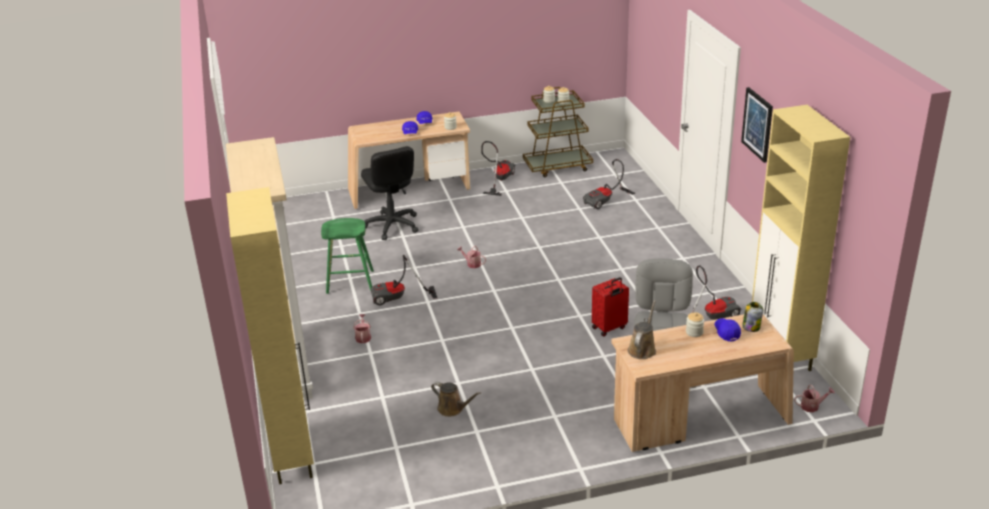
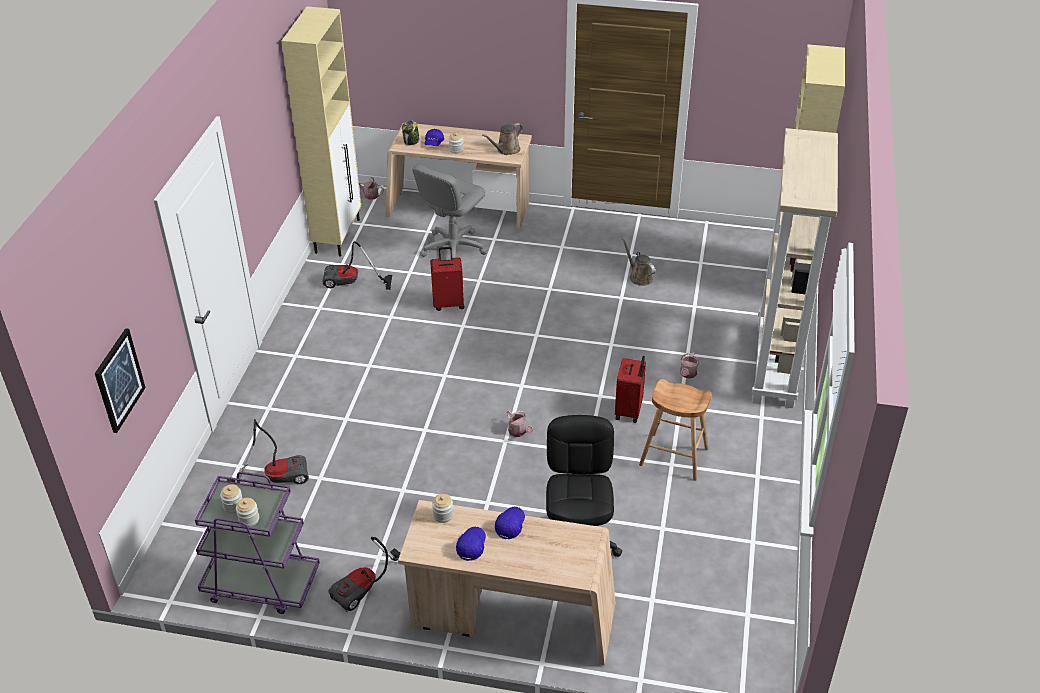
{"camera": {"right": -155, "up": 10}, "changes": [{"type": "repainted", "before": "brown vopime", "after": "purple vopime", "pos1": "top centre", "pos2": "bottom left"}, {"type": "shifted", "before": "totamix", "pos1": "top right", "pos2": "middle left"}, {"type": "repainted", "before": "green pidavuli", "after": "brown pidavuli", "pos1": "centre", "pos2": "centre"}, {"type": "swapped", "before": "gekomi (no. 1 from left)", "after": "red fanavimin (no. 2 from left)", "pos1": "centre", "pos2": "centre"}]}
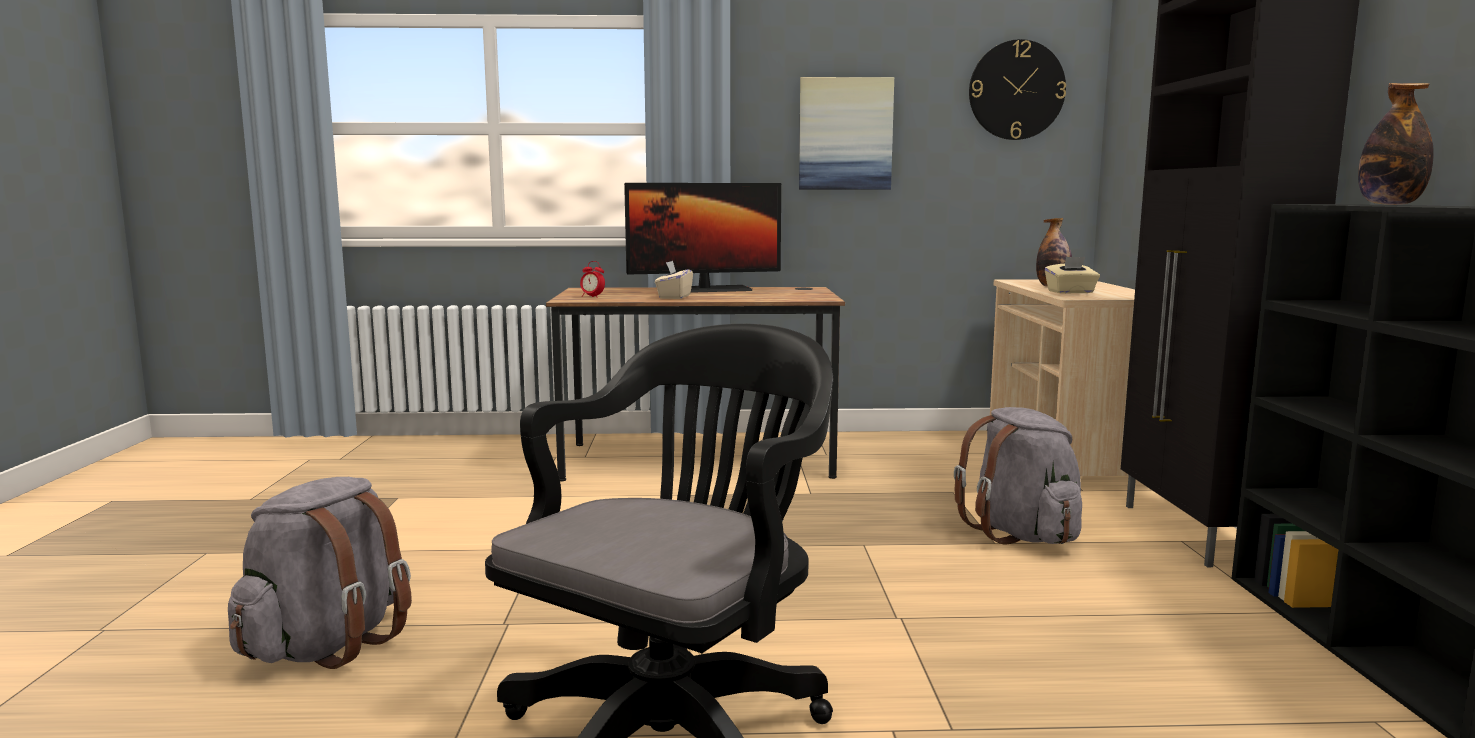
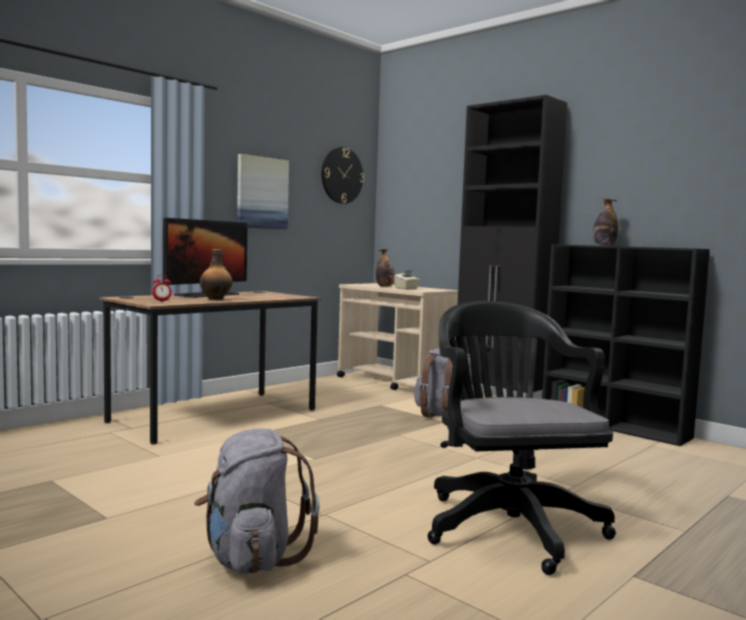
{"camera": {"right": -45, "up": -5}, "changes": [{"type": "swapped", "before": "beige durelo (no. 1 from left)", "after": "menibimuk (no. 1 from left)", "pos1": "centre", "pos2": "middle left"}]}
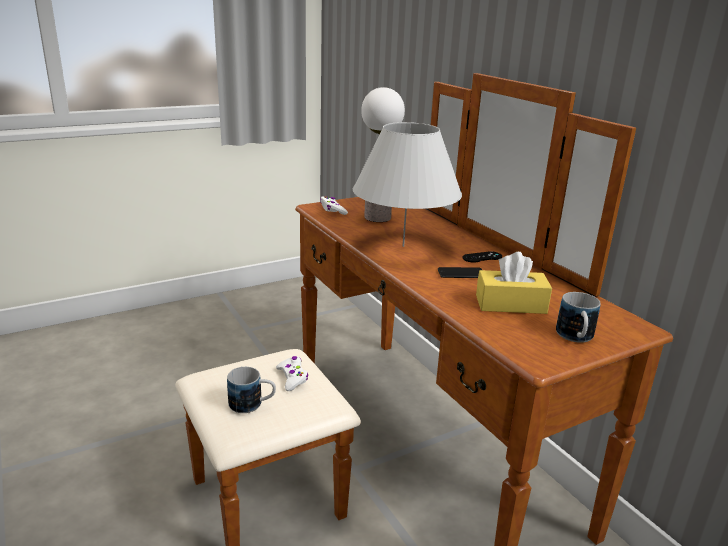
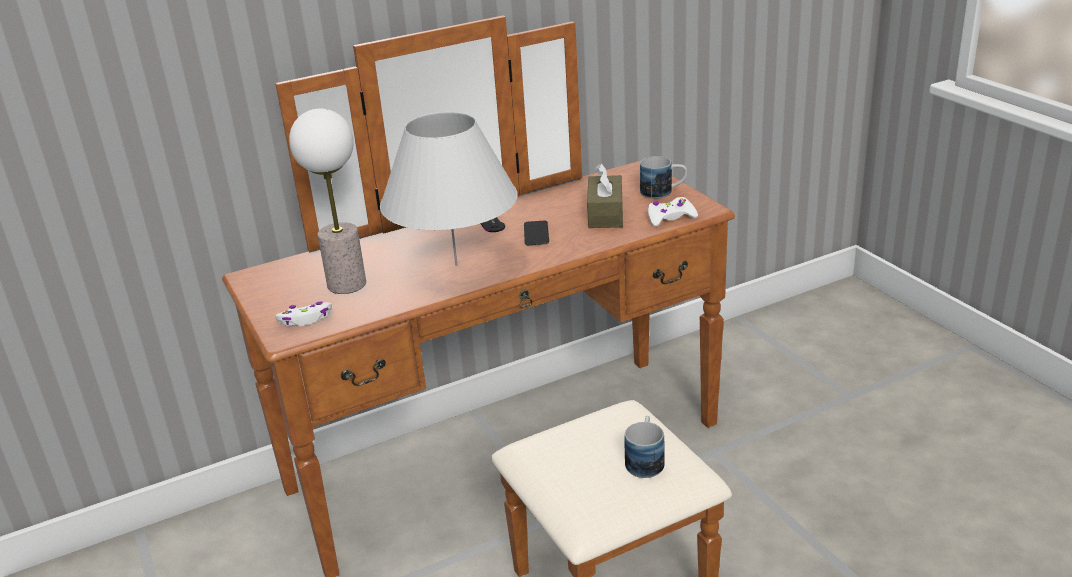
{"camera": {"right": -85, "up": 5}, "changes": [{"type": "repainted", "before": "yellow durelo", "after": "brown durelo", "pos1": "middle right", "pos2": "centre"}, {"type": "shifted", "before": "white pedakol (no. 1 from left in the first image)", "after": "white pedakol (no. 2 from left)", "pos1": "bottom centre", "pos2": "centre"}]}
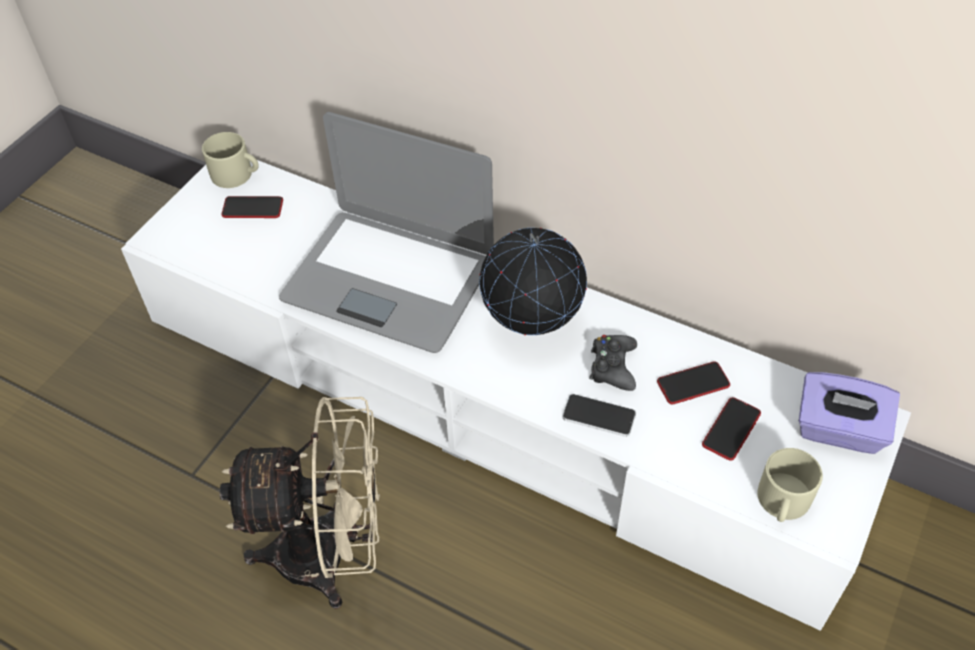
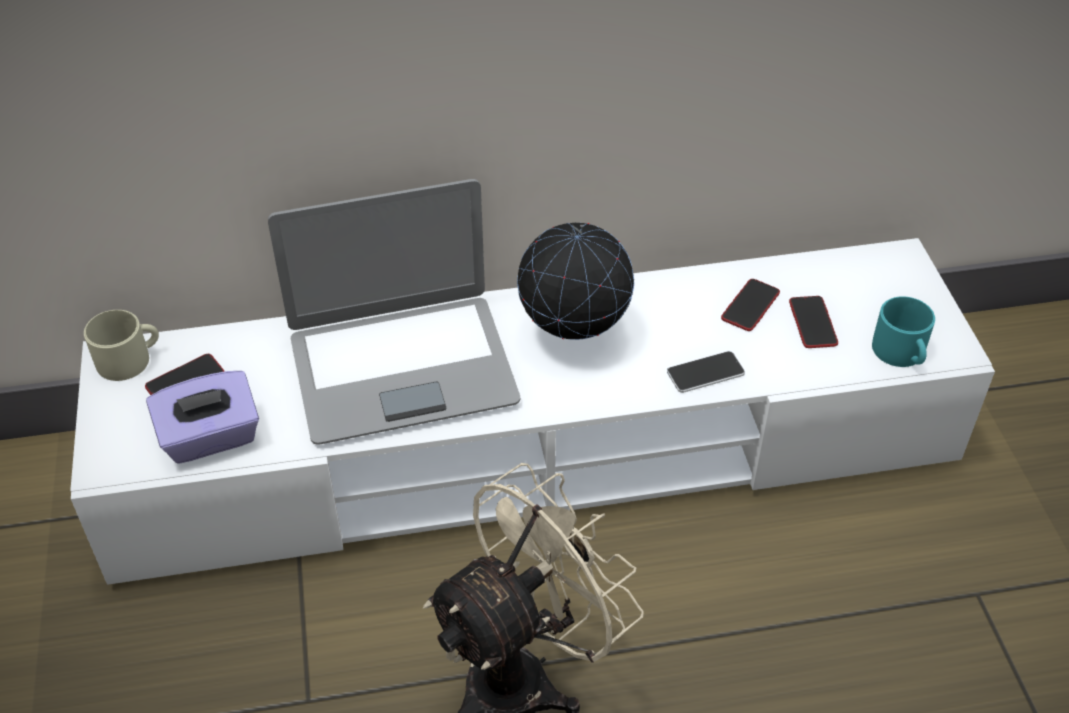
{"camera": {"right": -40, "up": -5}, "changes": [{"type": "gone", "before": "black pedakol", "pos1": "centre"}, {"type": "shifted", "before": "purple durelo", "pos1": "middle right", "pos2": "middle left"}, {"type": "repainted", "before": "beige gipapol (no. 2 from left)", "after": "turquoise gipapol", "pos1": "bottom right", "pos2": "middle right"}]}
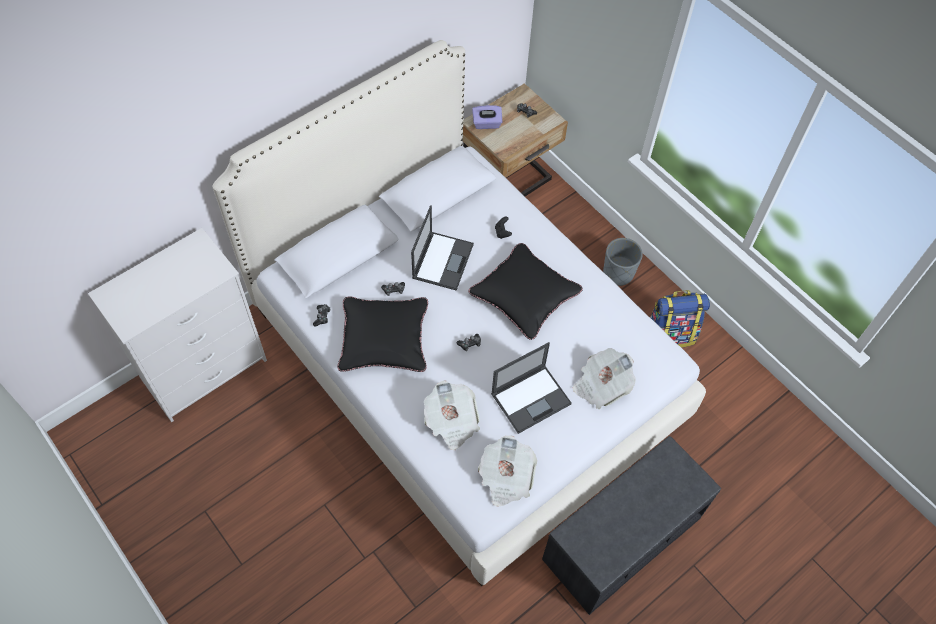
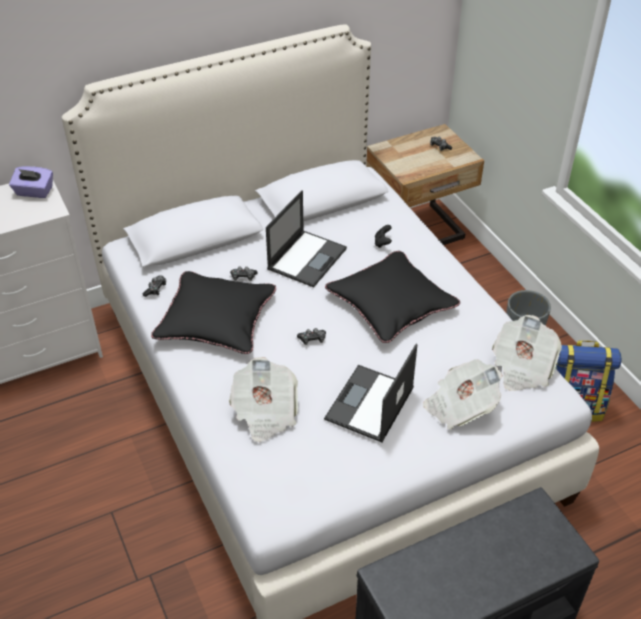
{"camera": {"right": 15, "up": -15}, "changes": [{"type": "shifted", "before": "purple durelo", "pos1": "top centre", "pos2": "top left"}, {"type": "rotated", "before": "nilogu (no. 2 from left)", "pos1": "centre", "pos2": "centre", "turn": 135}, {"type": "shifted", "before": "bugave (no. 2 from left in the first image)", "after": "bugave (no. 3 from left)", "pos1": "bottom centre", "pos2": "middle right"}]}
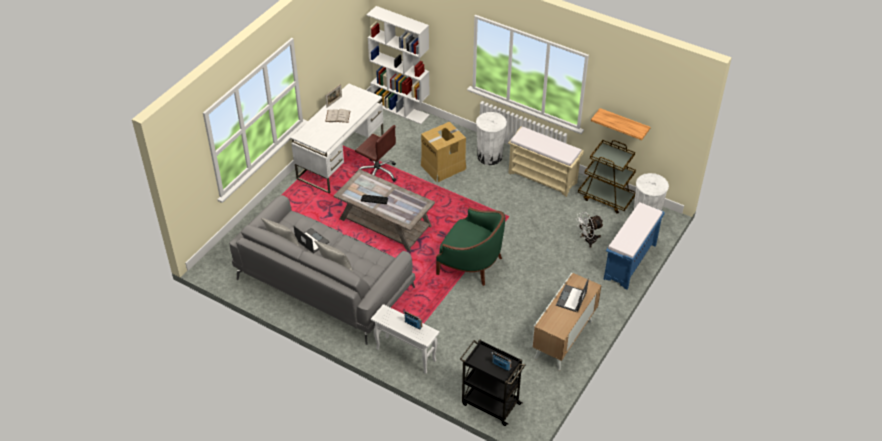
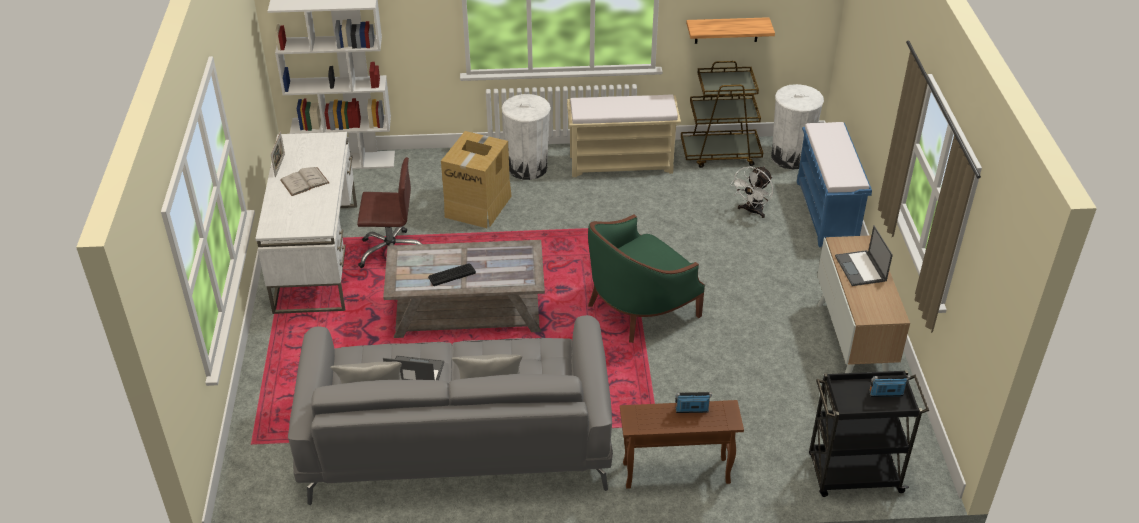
{"camera": {"right": -35, "up": -5}, "changes": [{"type": "rotated", "before": "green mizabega", "pos1": "centre", "pos2": "centre", "turn": 150}, {"type": "repainted", "before": "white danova", "after": "brown danova", "pos1": "bottom centre", "pos2": "bottom centre"}]}
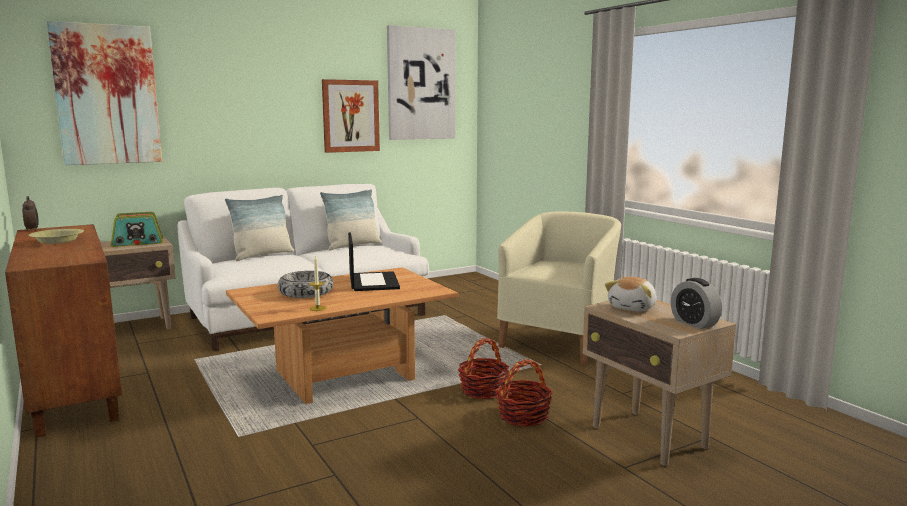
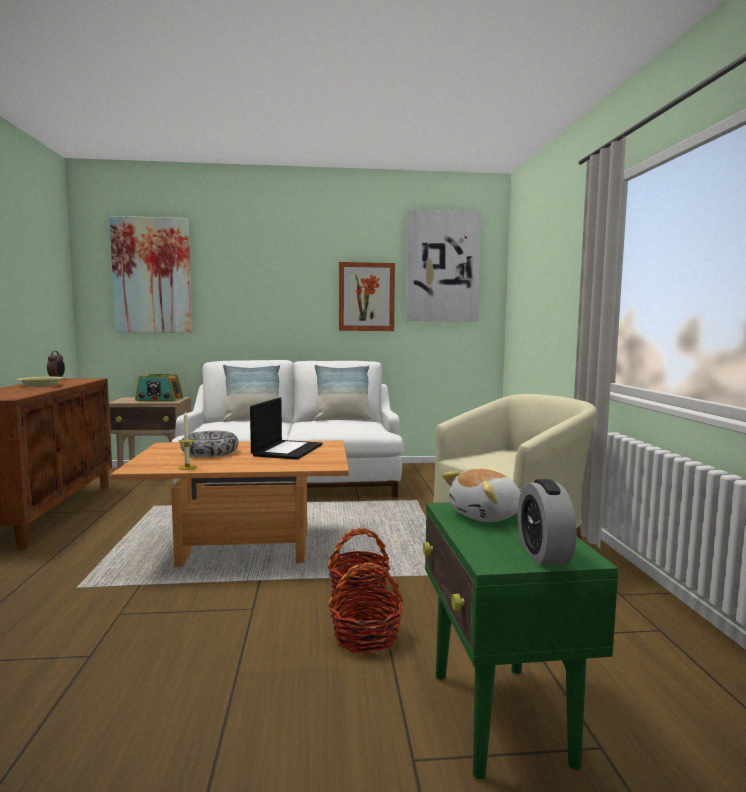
{"camera": {"right": 25, "up": -5}, "changes": [{"type": "repainted", "before": "beige danova (no. 2 from left)", "after": "green danova", "pos1": "bottom right", "pos2": "bottom right"}]}
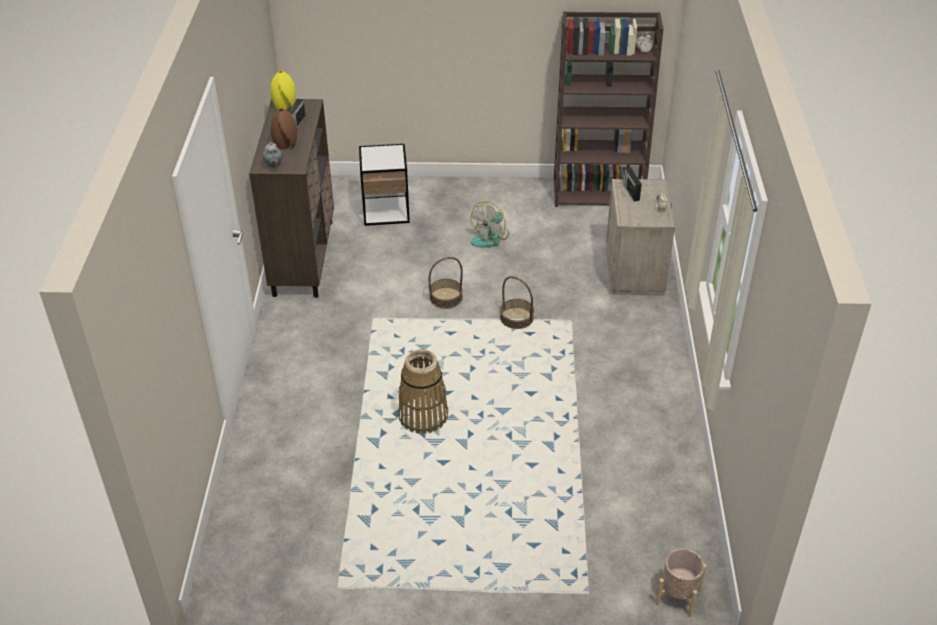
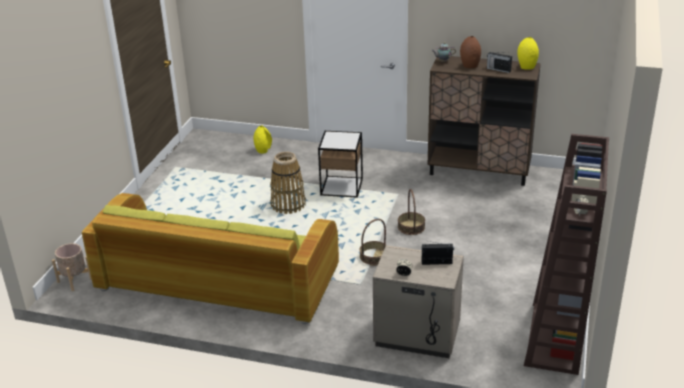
{"camera": {"right": 105, "up": -10}, "changes": [{"type": "shifted", "before": "danova", "pos1": "top centre", "pos2": "centre"}, {"type": "gone", "before": "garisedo", "pos1": "centre"}, {"type": "new", "after": "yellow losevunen (no. 1 from left)", "pos2": "centre"}, {"type": "new", "after": "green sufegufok", "pos2": "middle left"}]}
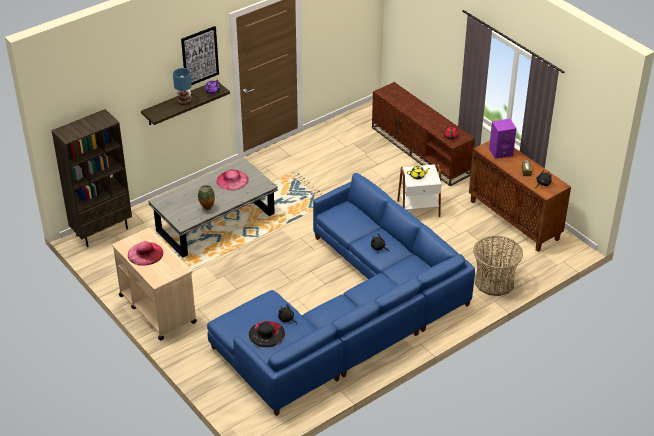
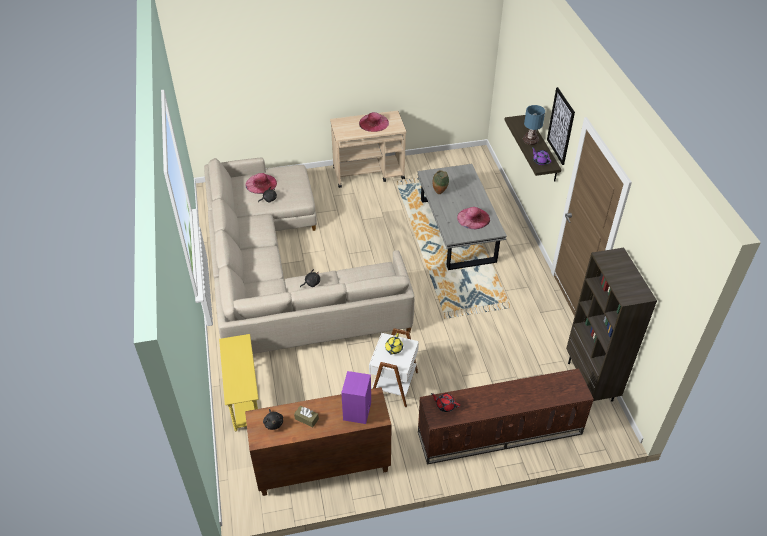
{"camera": {"right": 115, "up": 5}, "changes": [{"type": "shifted", "before": "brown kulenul", "pos1": "middle left", "pos2": "middle right"}, {"type": "repainted", "before": "blue sufegufok", "after": "beige sufegufok", "pos1": "bottom centre", "pos2": "centre"}, {"type": "swapped", "before": "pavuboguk", "after": "yellow danova", "pos1": "middle right", "pos2": "bottom left"}, {"type": "repainted", "before": "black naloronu", "after": "pink naloronu (no. 1 from left)", "pos1": "bottom centre", "pos2": "centre"}]}
